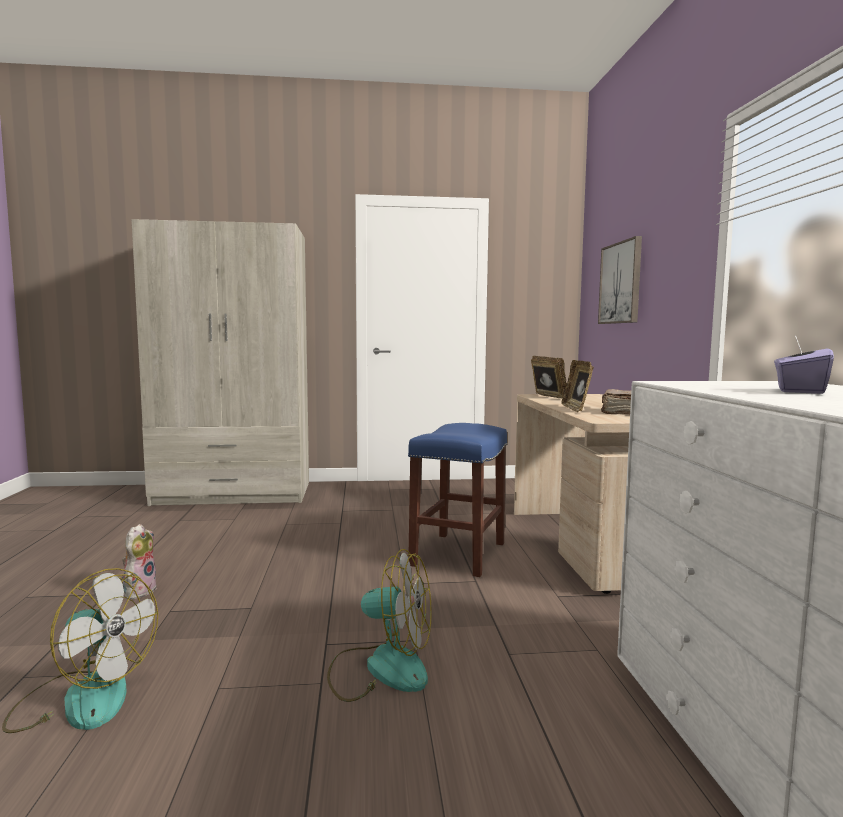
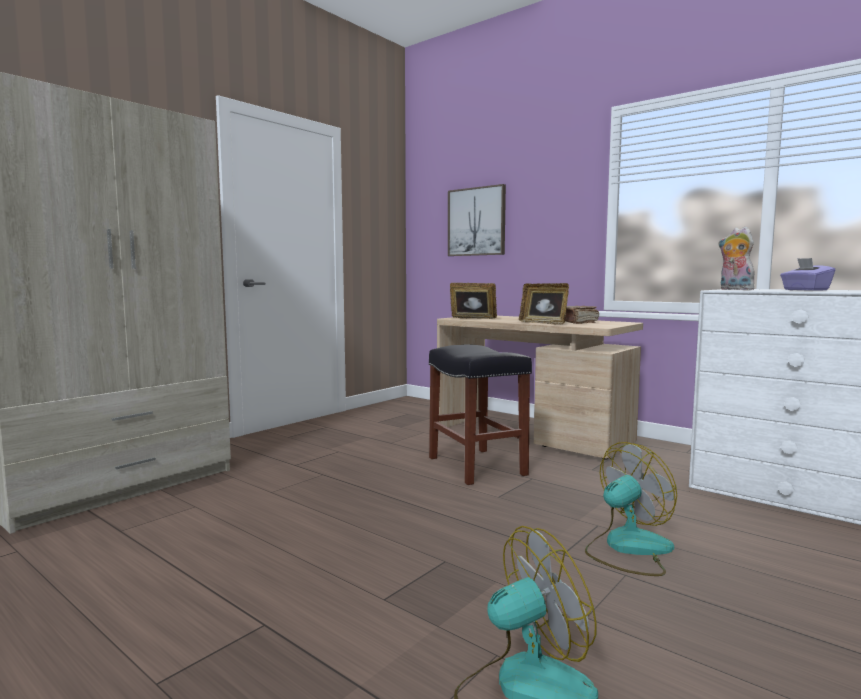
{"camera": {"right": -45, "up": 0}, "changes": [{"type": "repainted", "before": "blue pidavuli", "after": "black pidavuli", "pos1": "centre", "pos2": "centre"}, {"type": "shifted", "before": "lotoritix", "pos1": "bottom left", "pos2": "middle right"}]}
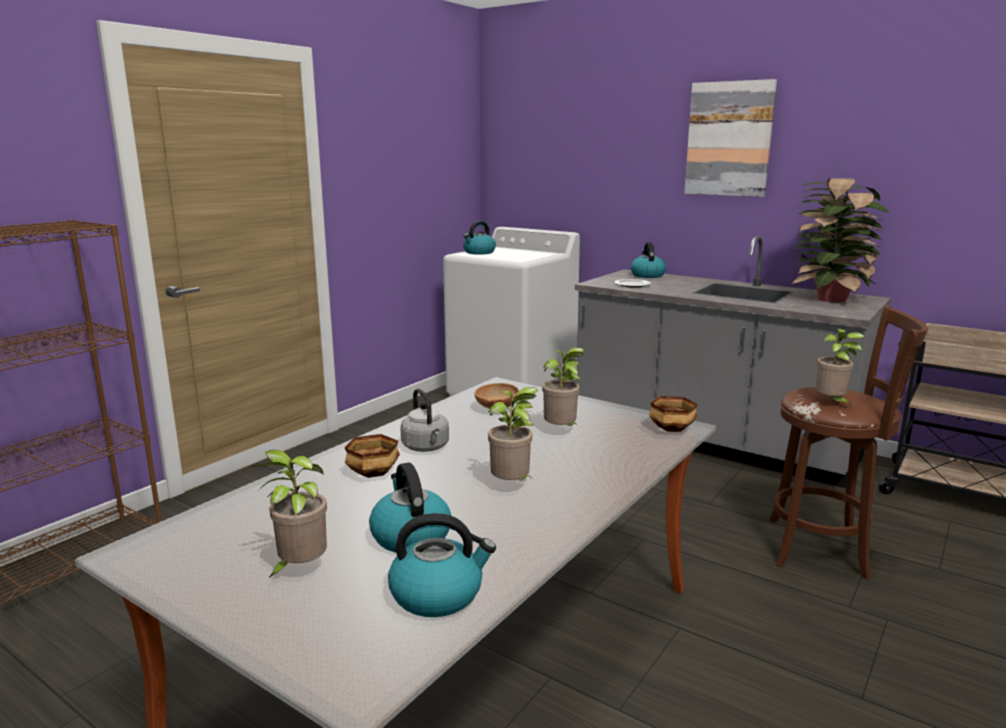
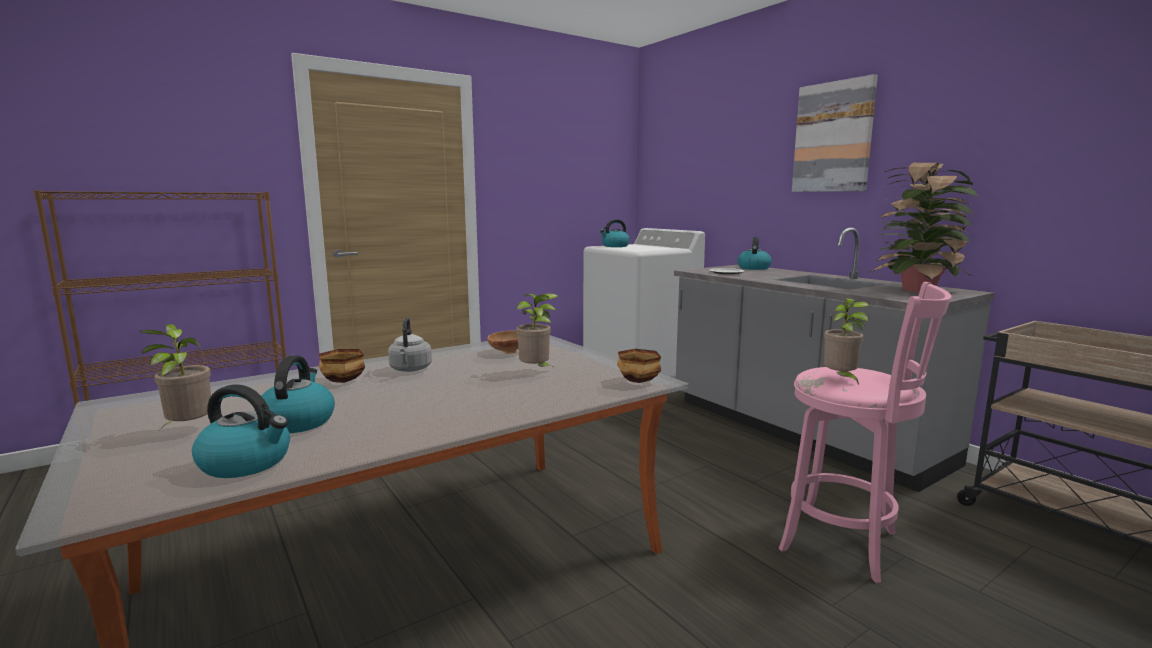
{"camera": {"right": 20, "up": -5}, "changes": [{"type": "repainted", "before": "brown pidavuli", "after": "pink pidavuli", "pos1": "middle right", "pos2": "bottom right"}, {"type": "gone", "before": "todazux (no. 2 from left)", "pos1": "centre"}]}
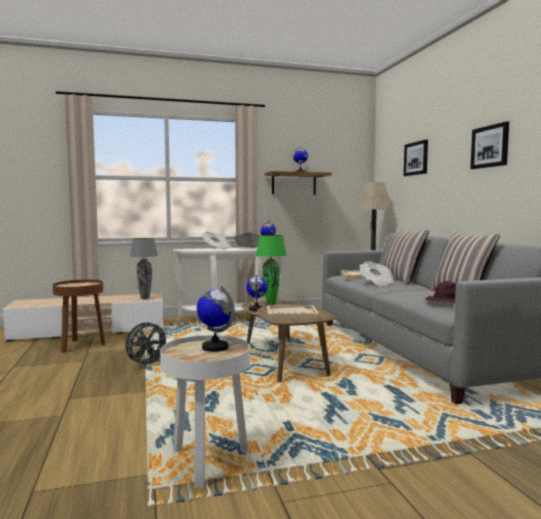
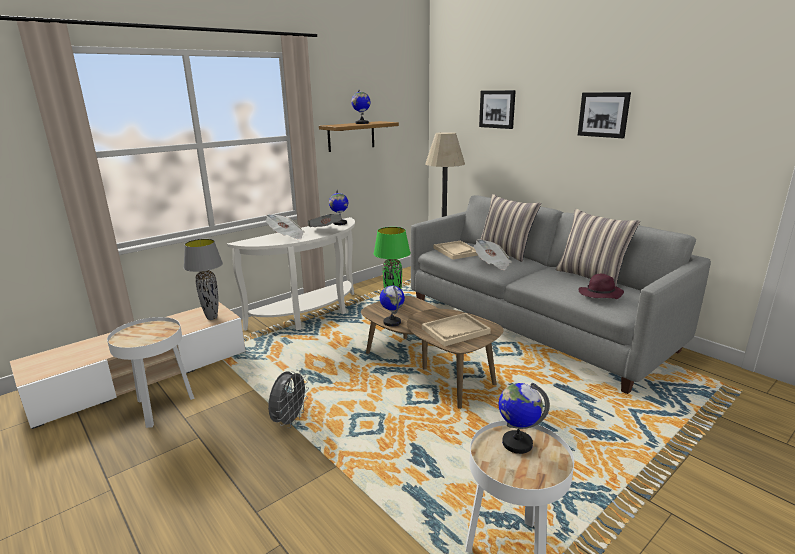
{"camera": {"right": -25, "up": 15}, "changes": [{"type": "repainted", "before": "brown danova", "after": "white danova (no. 1 from left)", "pos1": "middle left", "pos2": "bottom left"}]}
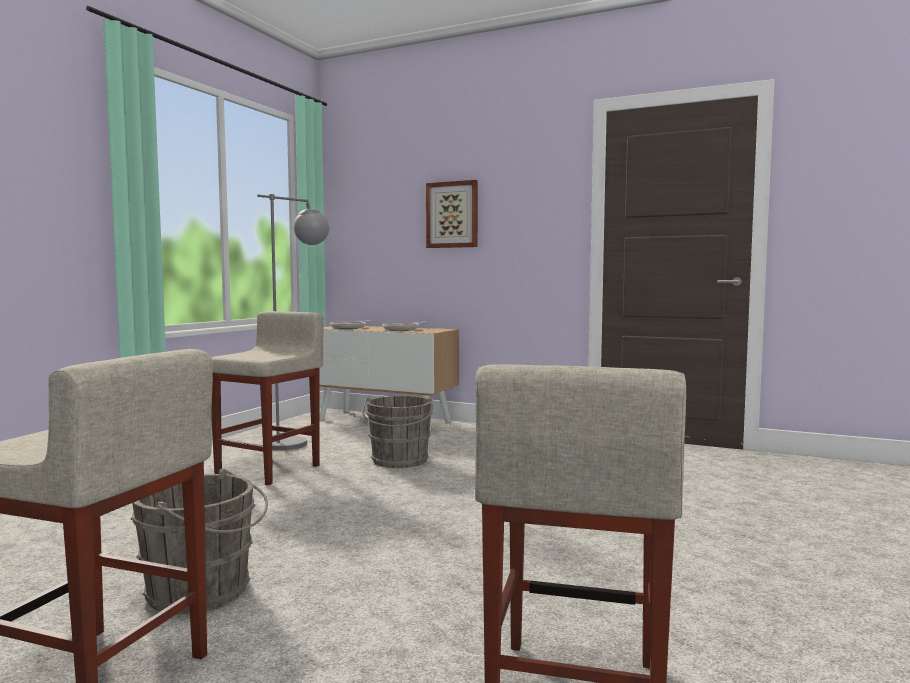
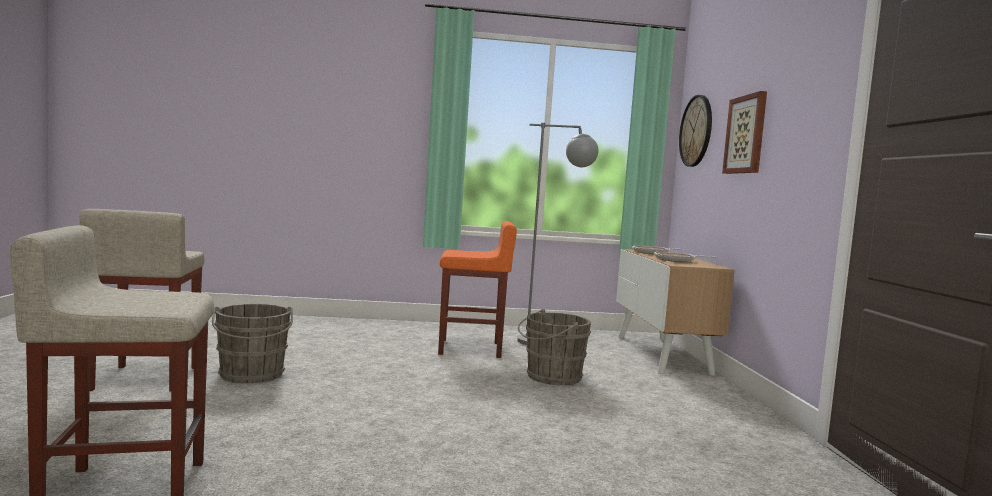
{"camera": {"right": 60, "up": 0}, "changes": [{"type": "repainted", "before": "beige pidavuli (no. 2 from left)", "after": "orange pidavuli", "pos1": "middle left", "pos2": "centre"}, {"type": "new", "after": "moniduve", "pos2": "top right"}]}
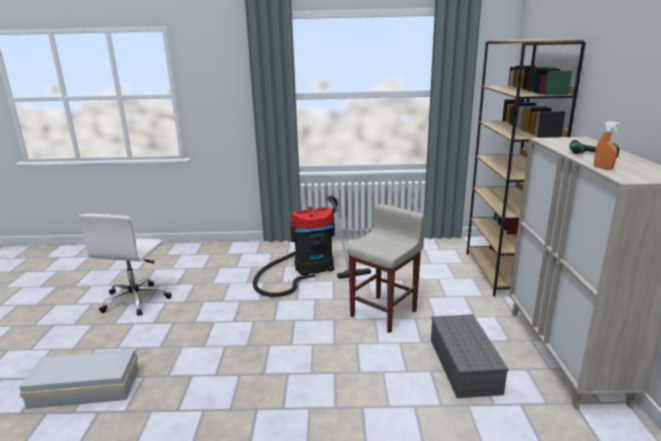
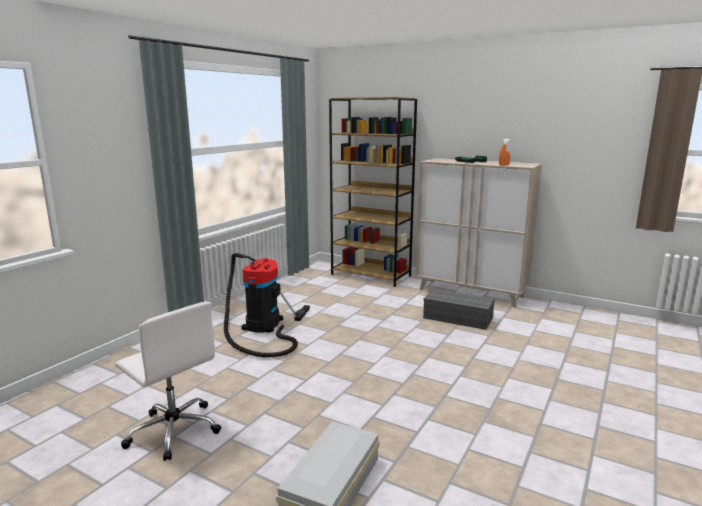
{"camera": {"right": -60, "up": -5}, "changes": [{"type": "gone", "before": "beige pidavuli", "pos1": "centre"}]}
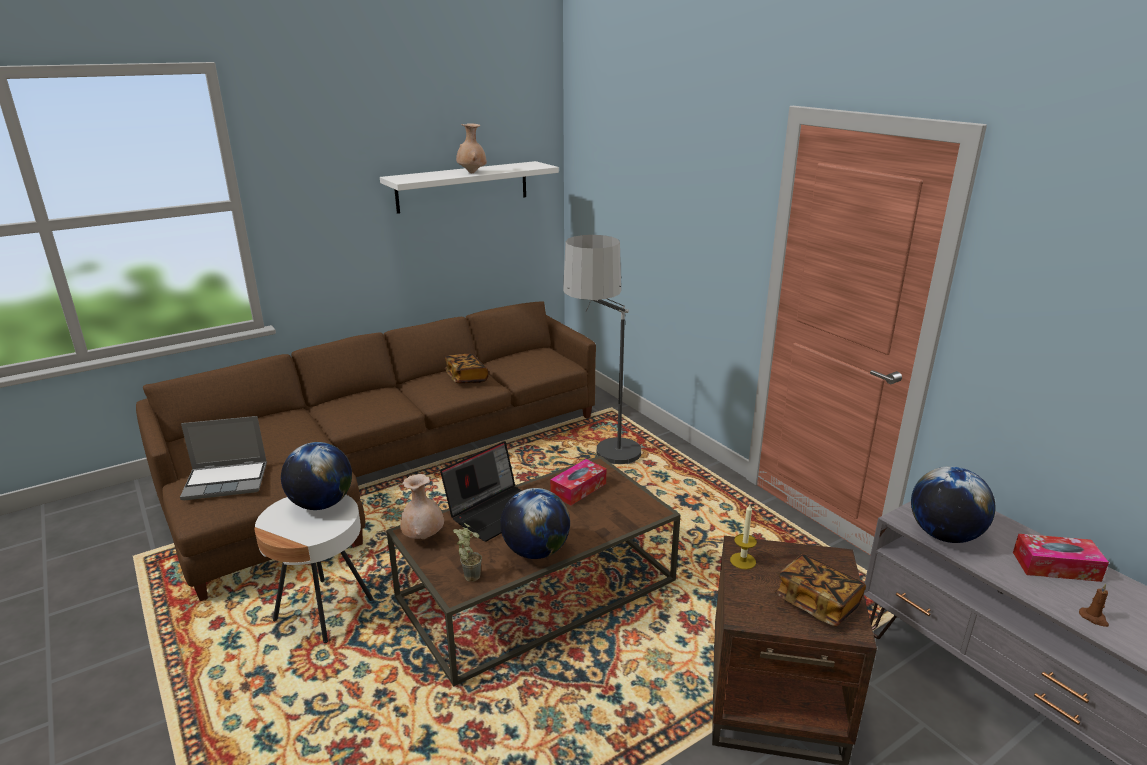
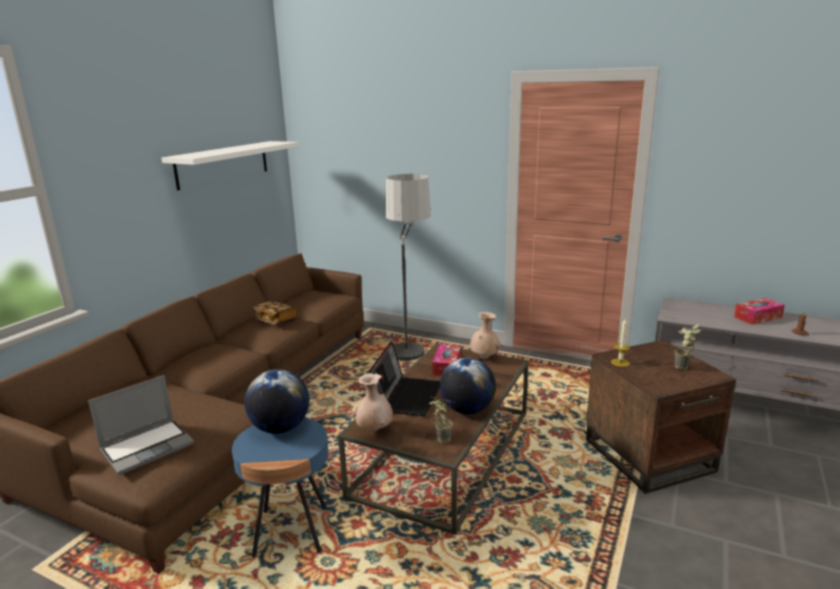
{"camera": {"right": -30, "up": -5}, "changes": [{"type": "shifted", "before": "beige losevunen (no. 2 from left)", "pos1": "top centre", "pos2": "centre"}, {"type": "gone", "before": "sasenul (no. 3 from left)", "pos1": "middle right"}, {"type": "repainted", "before": "white danova", "after": "blue danova", "pos1": "bottom left", "pos2": "bottom centre"}, {"type": "swapped", "before": "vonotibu (no. 2 from left)", "after": "todazux (no. 2 from left)", "pos1": "bottom right", "pos2": "middle right"}]}
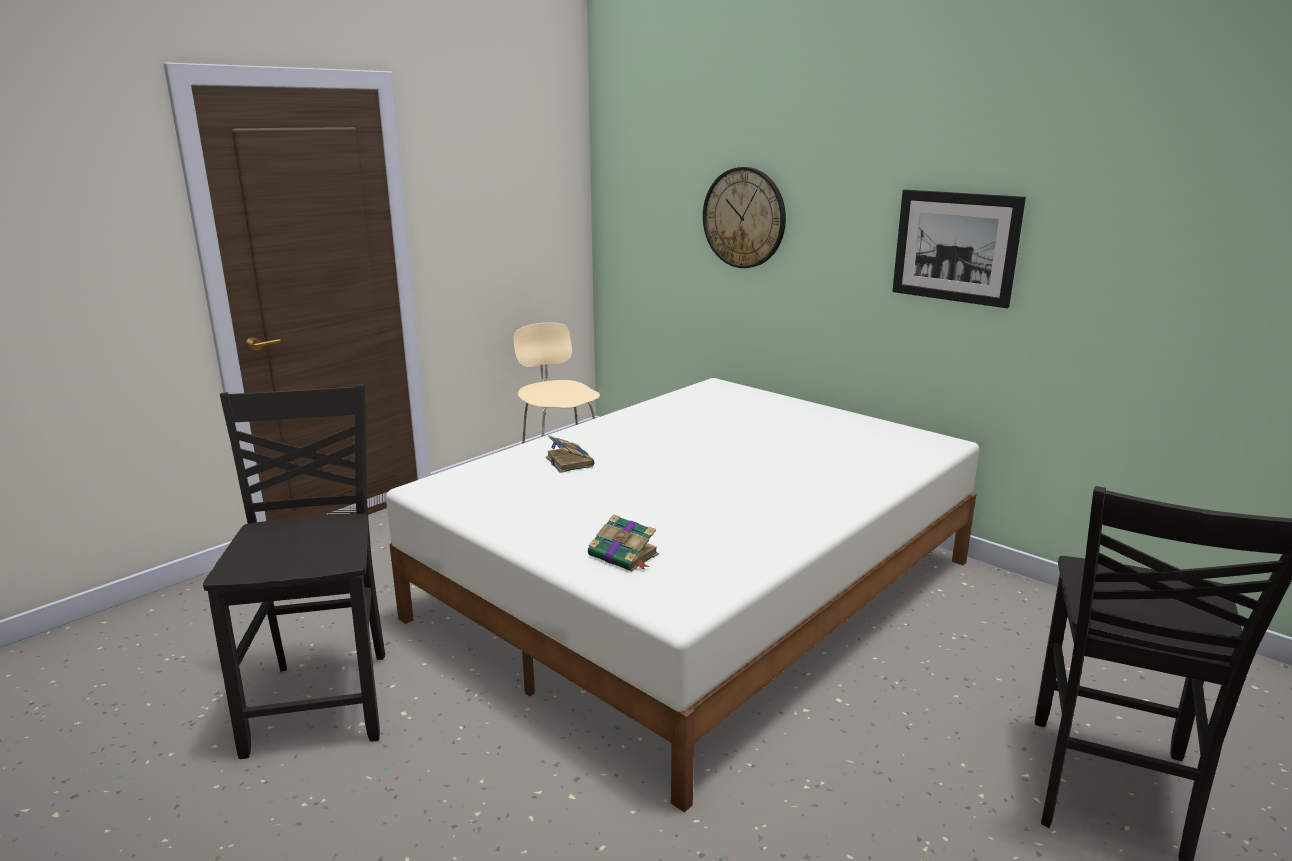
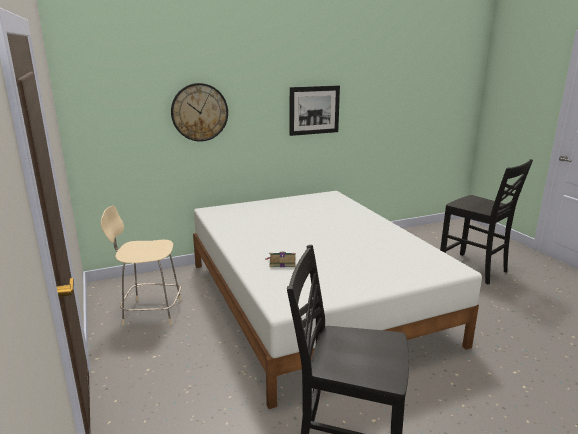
{"camera": {"right": -65, "up": 0}, "changes": [{"type": "gone", "before": "vonotibu (no. 2 from left)", "pos1": "centre"}]}
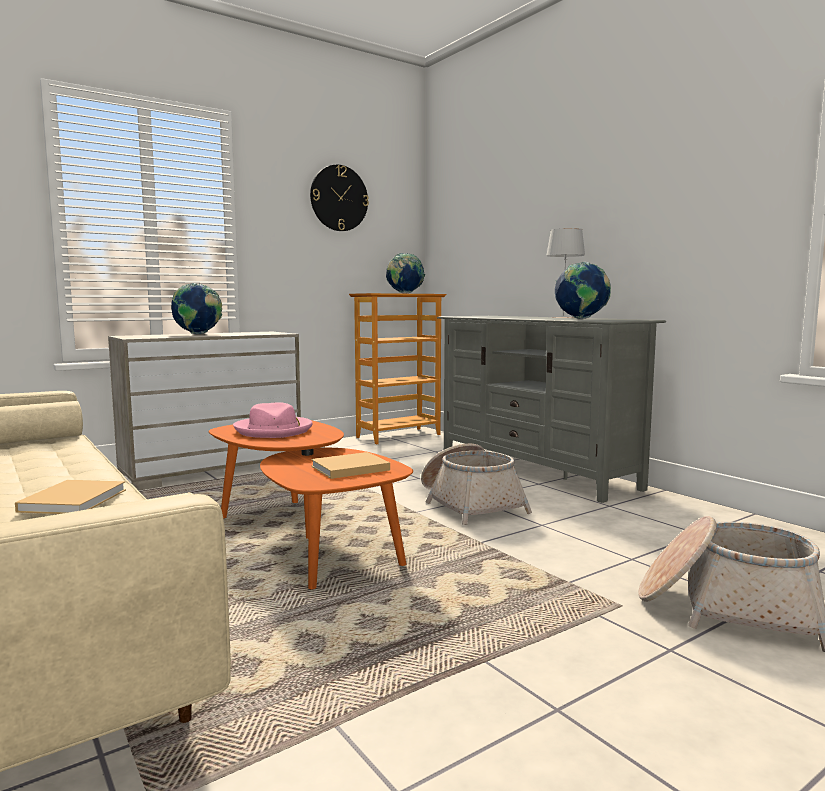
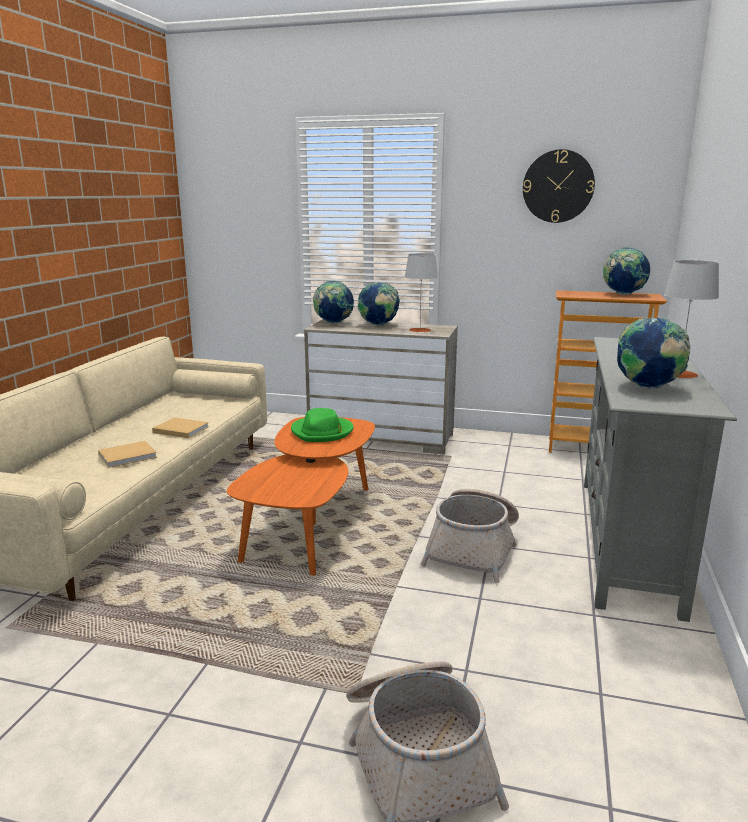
{"camera": {"right": 50, "up": 10}, "changes": [{"type": "repainted", "before": "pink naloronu", "after": "green naloronu", "pos1": "middle left", "pos2": "centre"}, {"type": "shifted", "before": "beige vonotibu (no. 2 from left)", "pos1": "centre", "pos2": "middle left"}, {"type": "new", "after": "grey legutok (no. 1 from left)", "pos2": "centre"}, {"type": "new", "after": "sasenul (no. 1 from left)", "pos2": "centre"}]}
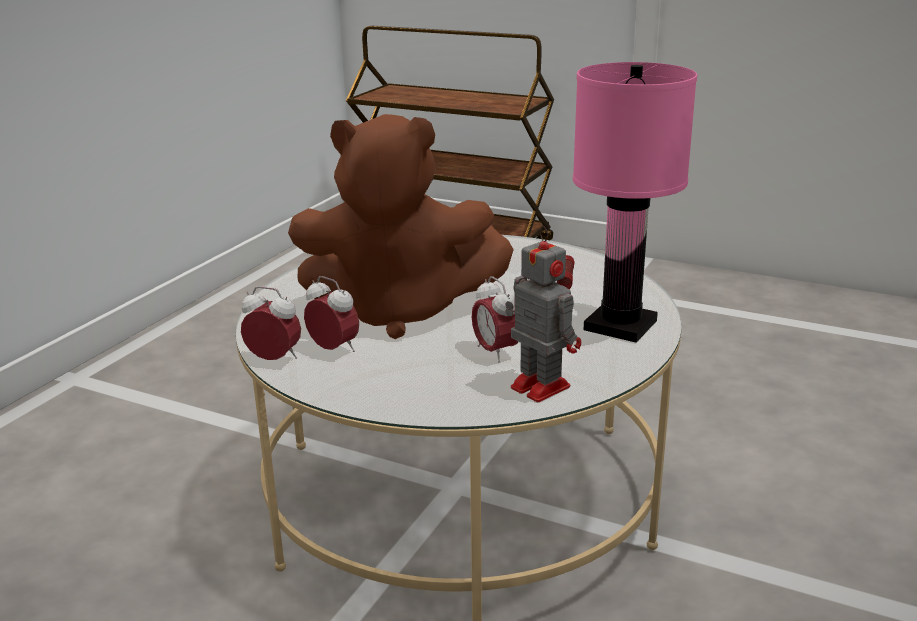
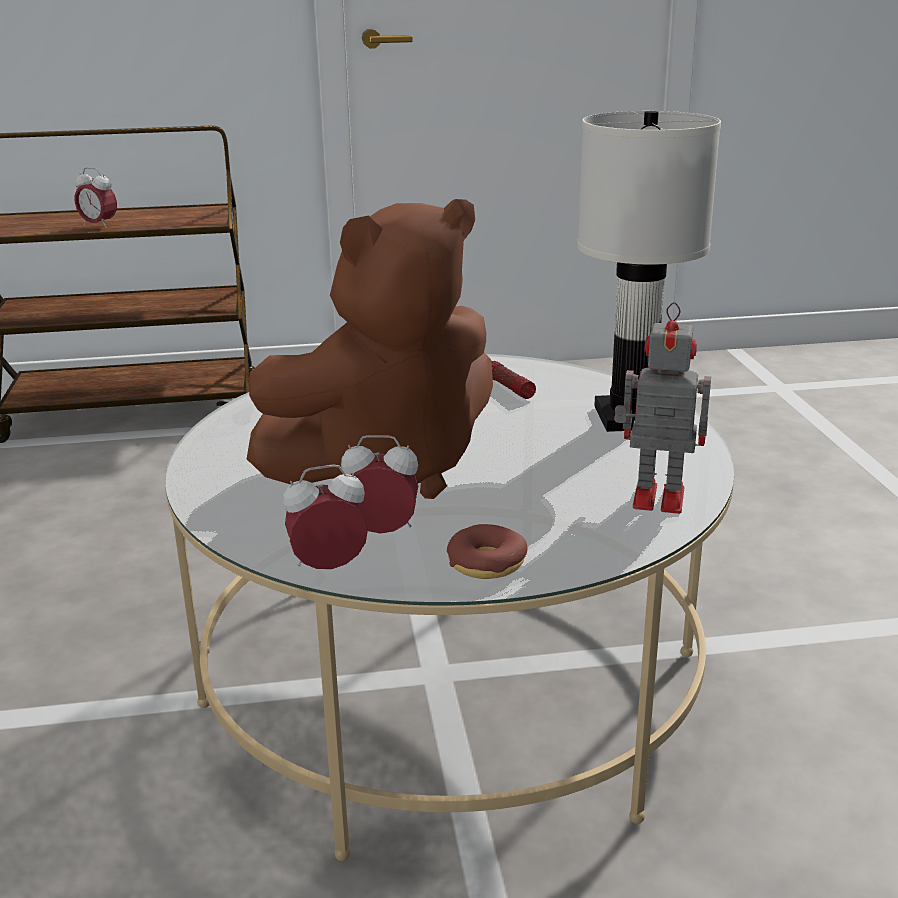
{"camera": {"right": -35, "up": 0}, "changes": [{"type": "repainted", "before": "pink legutok", "after": "white legutok", "pos1": "top right", "pos2": "top right"}, {"type": "shifted", "before": "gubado (no. 3 from left in the first image)", "after": "gubado (no. 1 from left)", "pos1": "centre", "pos2": "top left"}, {"type": "new", "after": "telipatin", "pos2": "centre"}]}
